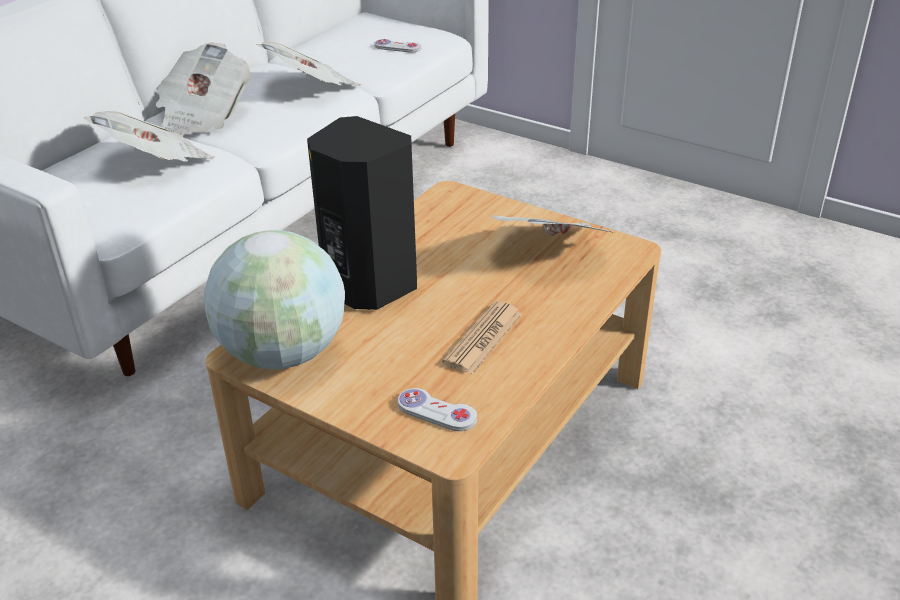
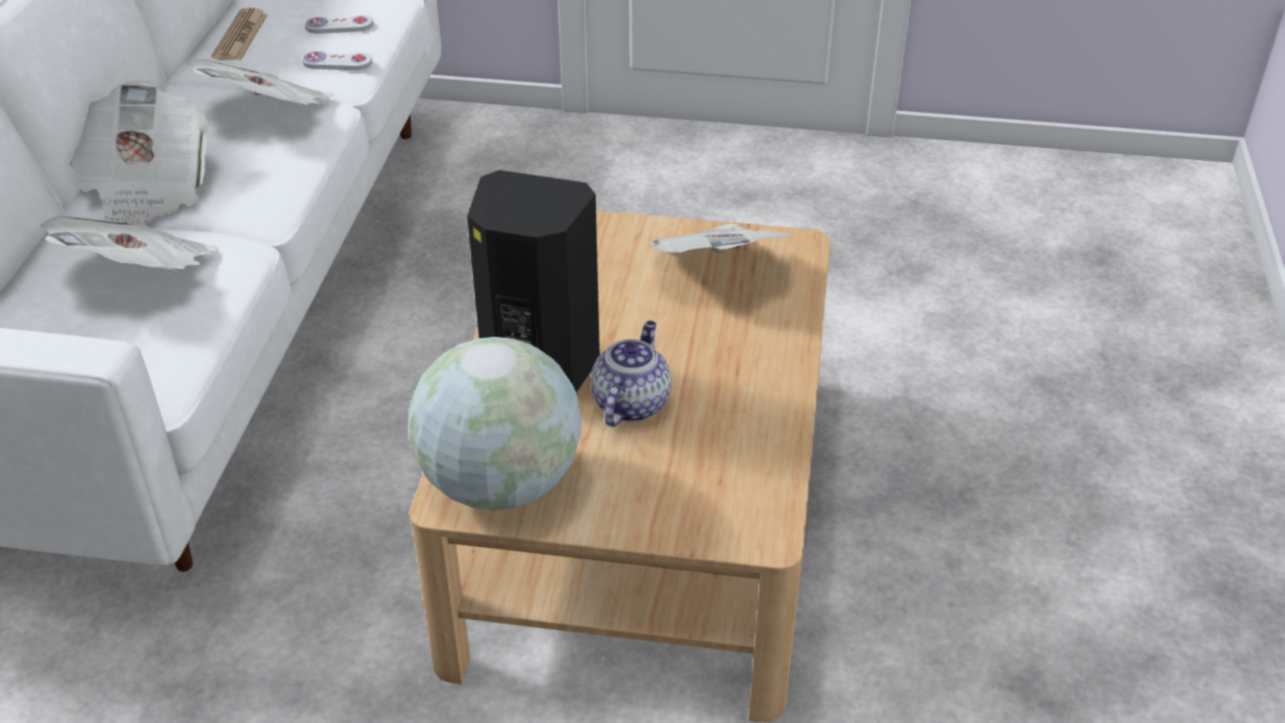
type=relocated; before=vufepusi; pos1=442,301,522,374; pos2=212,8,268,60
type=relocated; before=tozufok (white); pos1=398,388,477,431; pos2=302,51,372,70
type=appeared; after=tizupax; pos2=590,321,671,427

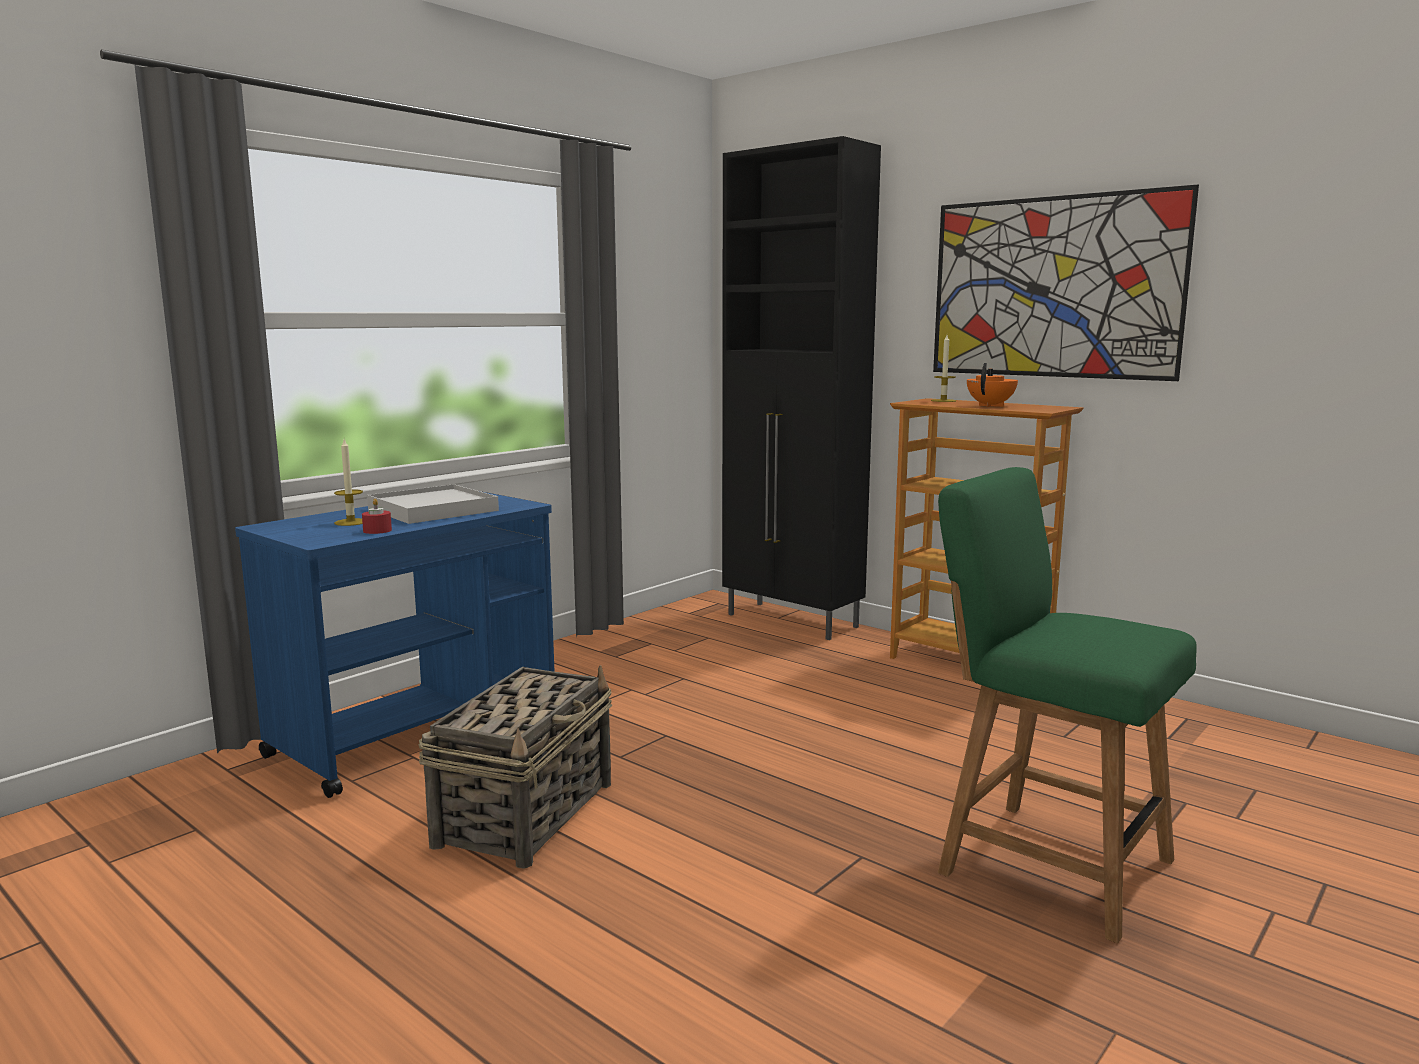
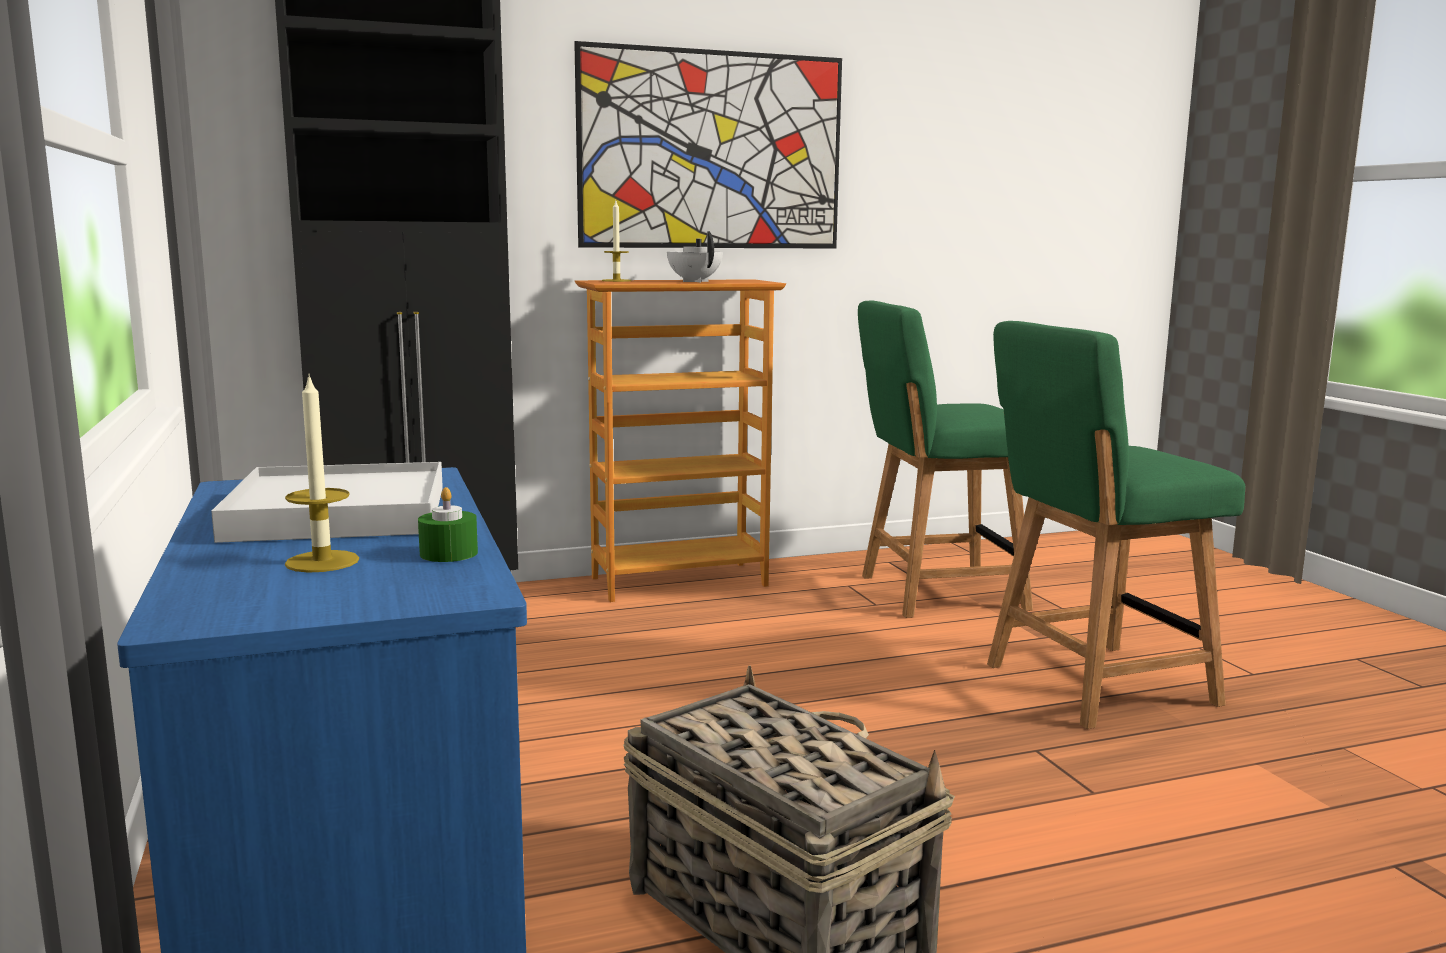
type=colour; before=tizupax (orange); after=tizupax (white); pos1=967,363,1018,407; pos2=667,231,723,282
type=colour; before=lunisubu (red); after=lunisubu (green); pos1=362,498,392,534; pos2=418,487,478,562
type=appeared; after=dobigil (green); pos2=858,301,1033,618

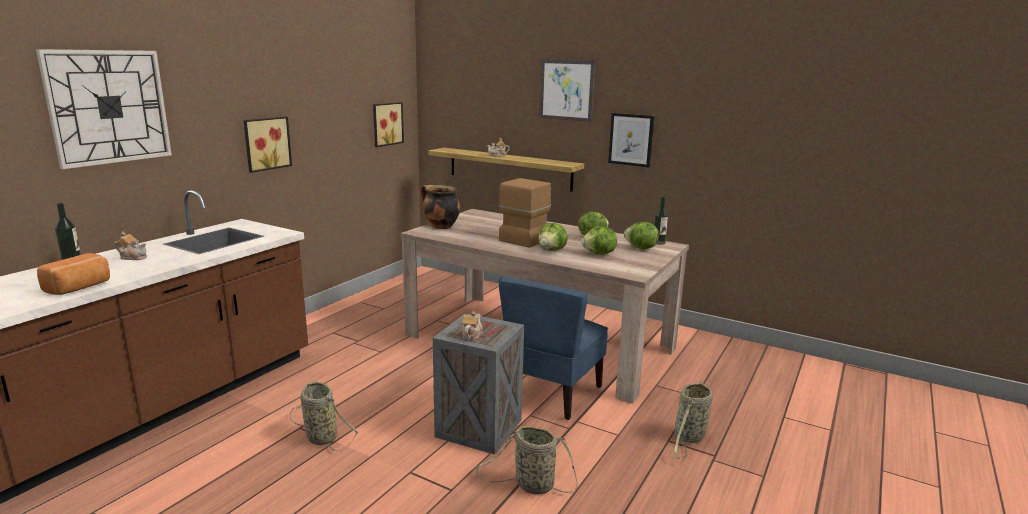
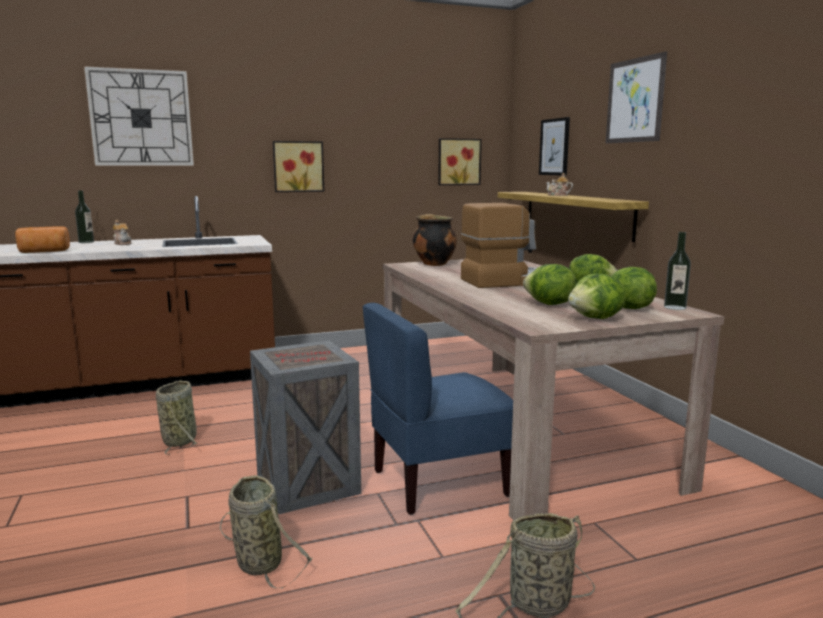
type=relocated; before=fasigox; pos1=608,113,654,167; pos2=539,117,570,176
type=relocated; before=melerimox; pos1=538,223,568,251; pos2=568,274,626,319
type=missing; before=tizupax; pos1=462,311,483,340

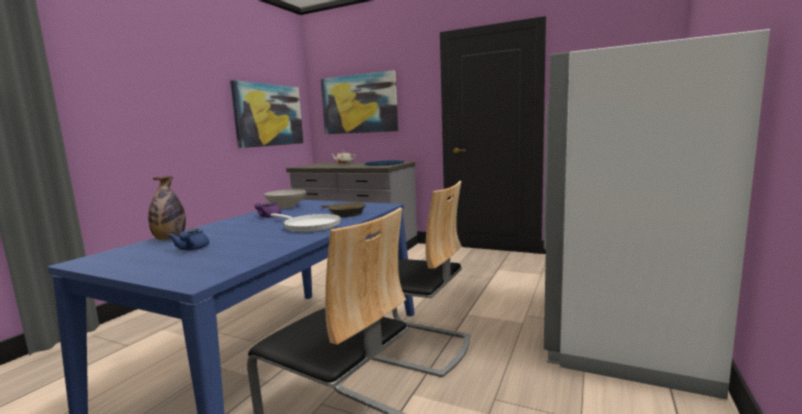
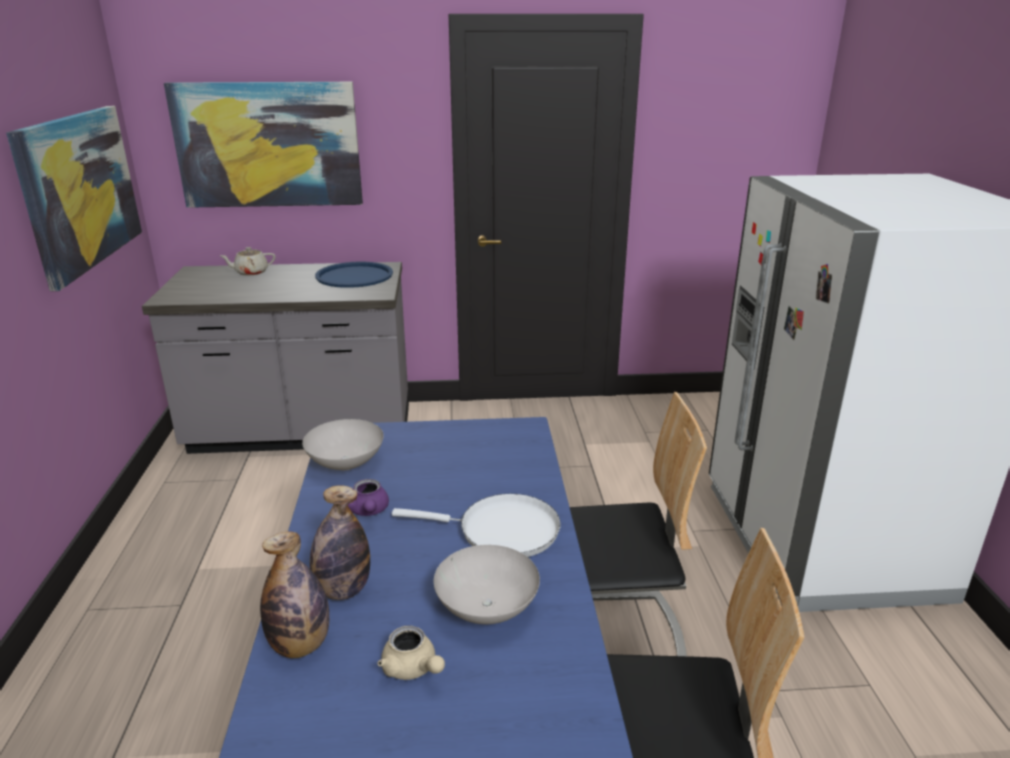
type=missing; before=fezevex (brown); pos1=322,203,366,217
type=colour; before=tizupax (blue); after=tizupax (beige); pos1=168,229,209,250; pos2=378,626,445,680
type=appeared; after=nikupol; pos2=310,486,370,600
type=appeared; after=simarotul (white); pos2=434,545,540,624

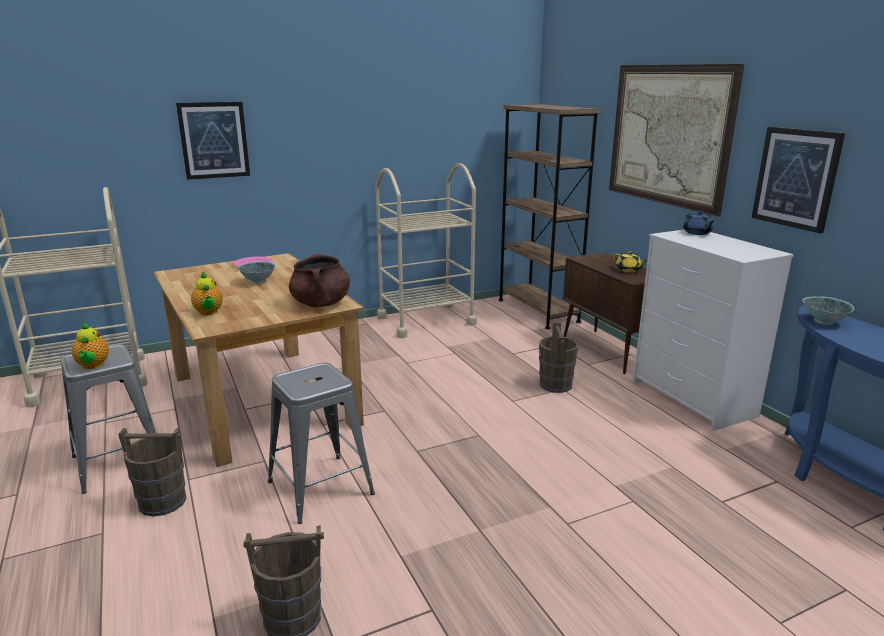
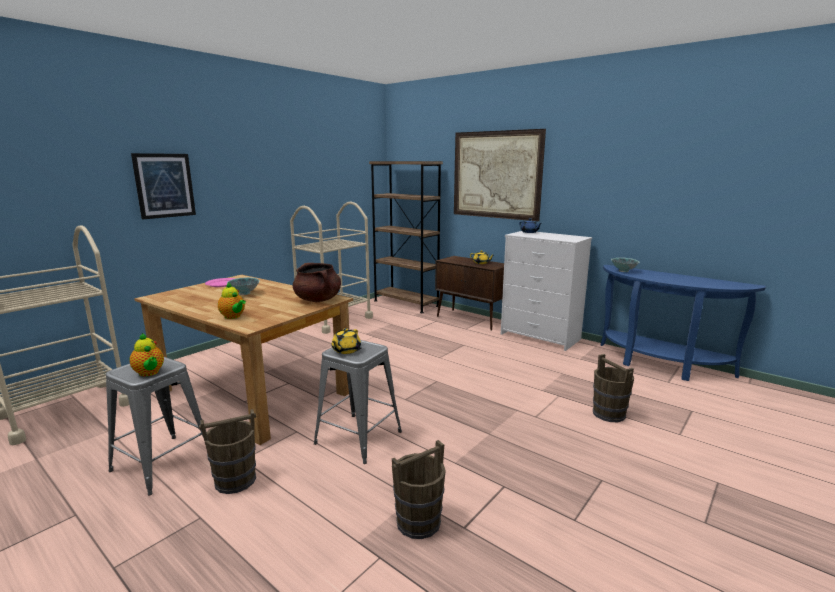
type=missing; before=fasigox; pos1=752,127,845,233
type=relocated; before=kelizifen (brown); pos1=539,322,578,393; pos2=593,354,634,422
type=appeared; after=tizupax (yellow); pos2=331,328,361,354

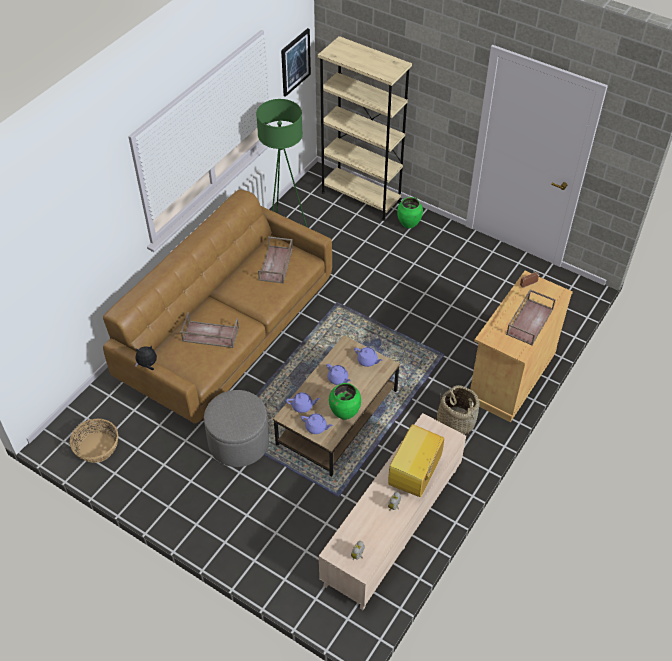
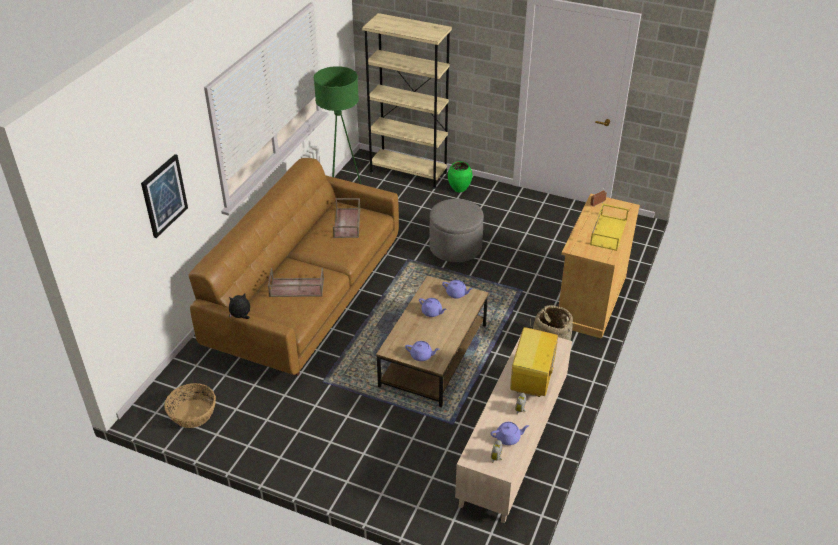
type=relocated; before=fasigox; pos1=281,28,311,97; pos2=141,154,188,238
type=colour; before=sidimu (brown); after=sidimu (yellow); pos1=506,289,556,345; pos2=590,204,629,251
type=missing; before=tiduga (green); pos1=329,383,361,420
type=relocated; before=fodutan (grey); pos1=204,390,269,467; pos2=429,199,484,262
type=relocated; before=tizupax (purple); pos1=286,392,320,413; pos2=491,422,529,445

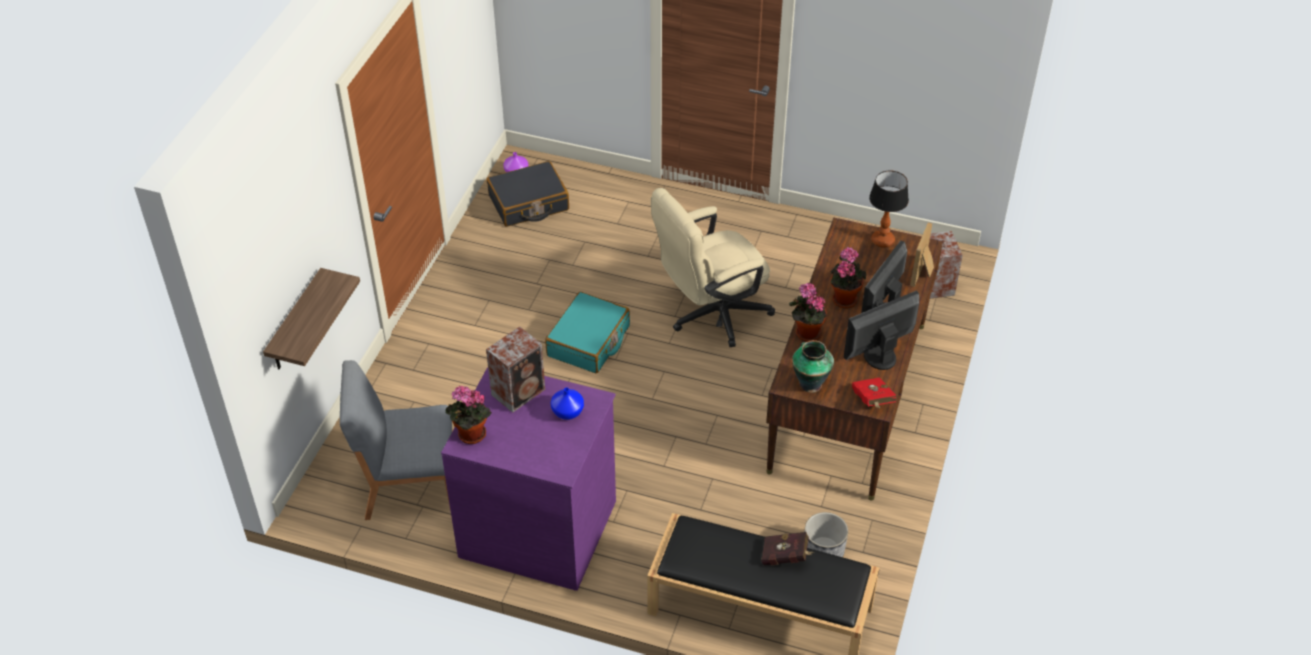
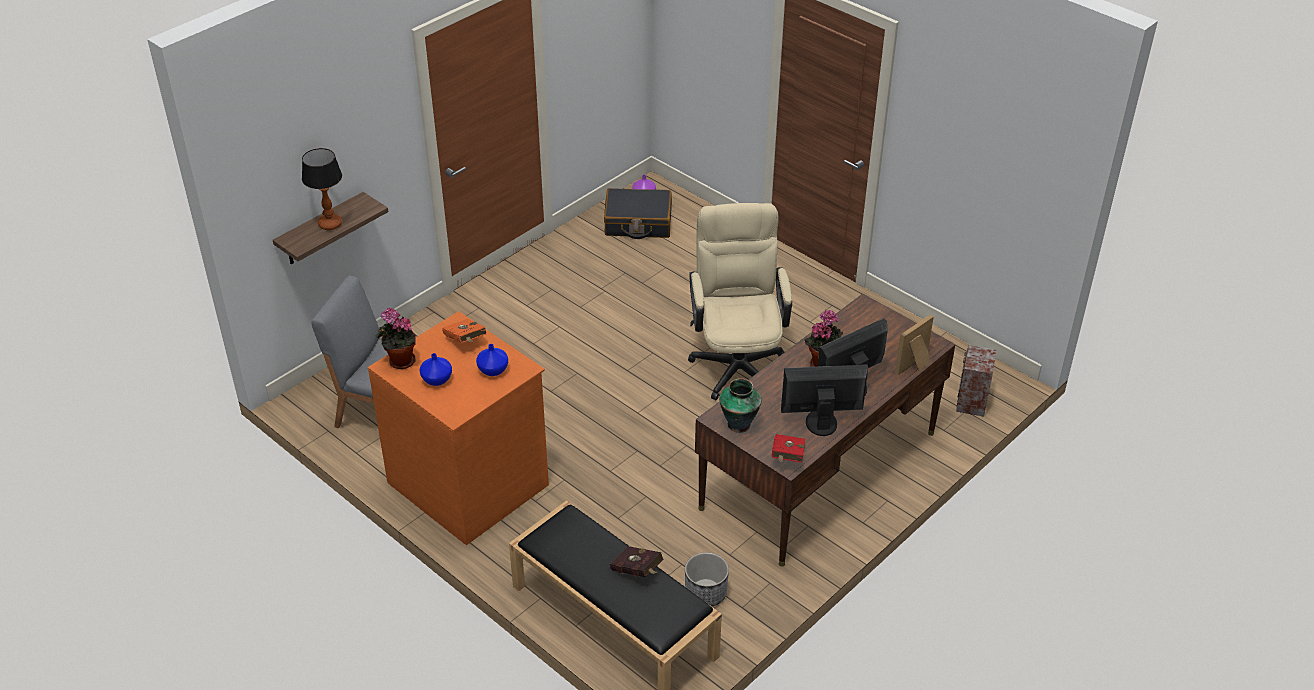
type=relocated; before=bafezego; pos1=869,170,909,248; pos2=302,148,342,230
type=spun; before=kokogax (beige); pos1=651,188,775,347; pos2=688,203,792,400; turn=90
type=missing; before=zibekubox; pos1=789,283,827,342
type=missing; before=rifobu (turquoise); pos1=545,292,630,373
type=exchanged; before=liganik; after=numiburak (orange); pos1=486,326,545,413; pos2=442,319,487,343
type=colour; before=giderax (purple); after=giderax (orange); pos1=441,367,616,591; pos2=368,311,549,545
type=appeared; after=tiduga (blue); pos2=419,353,452,386

